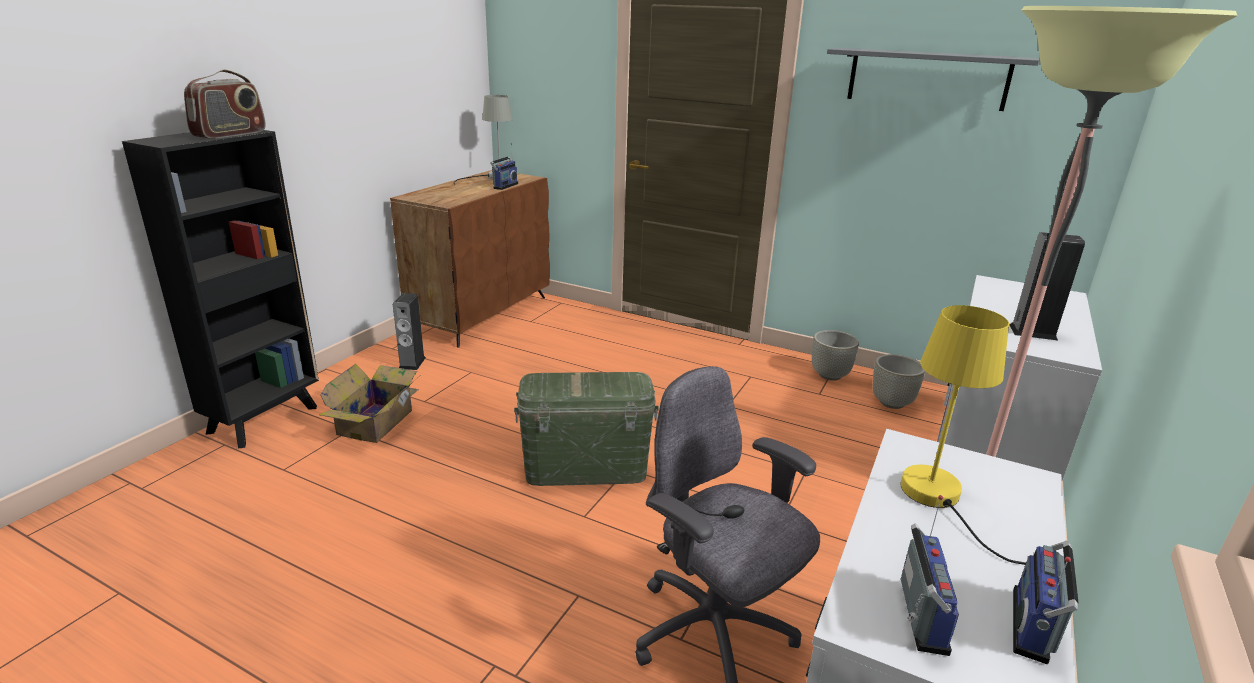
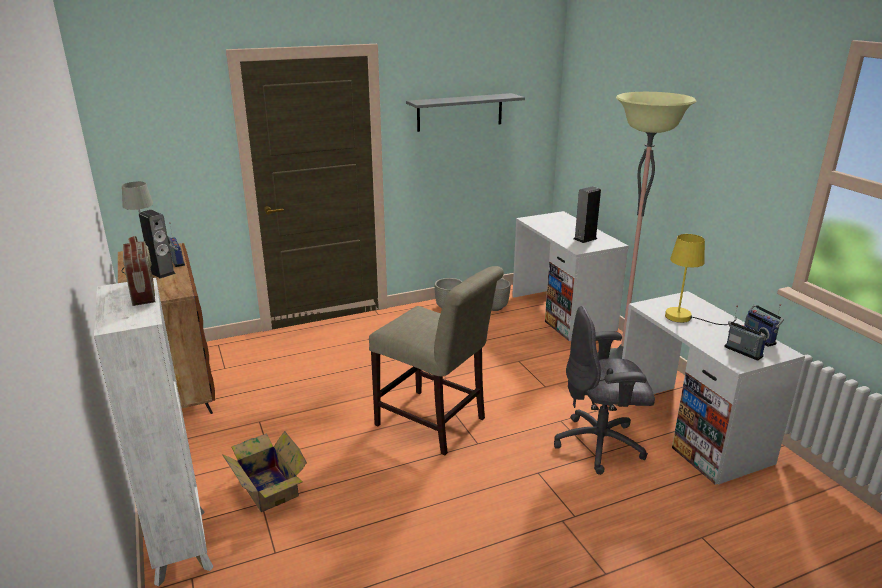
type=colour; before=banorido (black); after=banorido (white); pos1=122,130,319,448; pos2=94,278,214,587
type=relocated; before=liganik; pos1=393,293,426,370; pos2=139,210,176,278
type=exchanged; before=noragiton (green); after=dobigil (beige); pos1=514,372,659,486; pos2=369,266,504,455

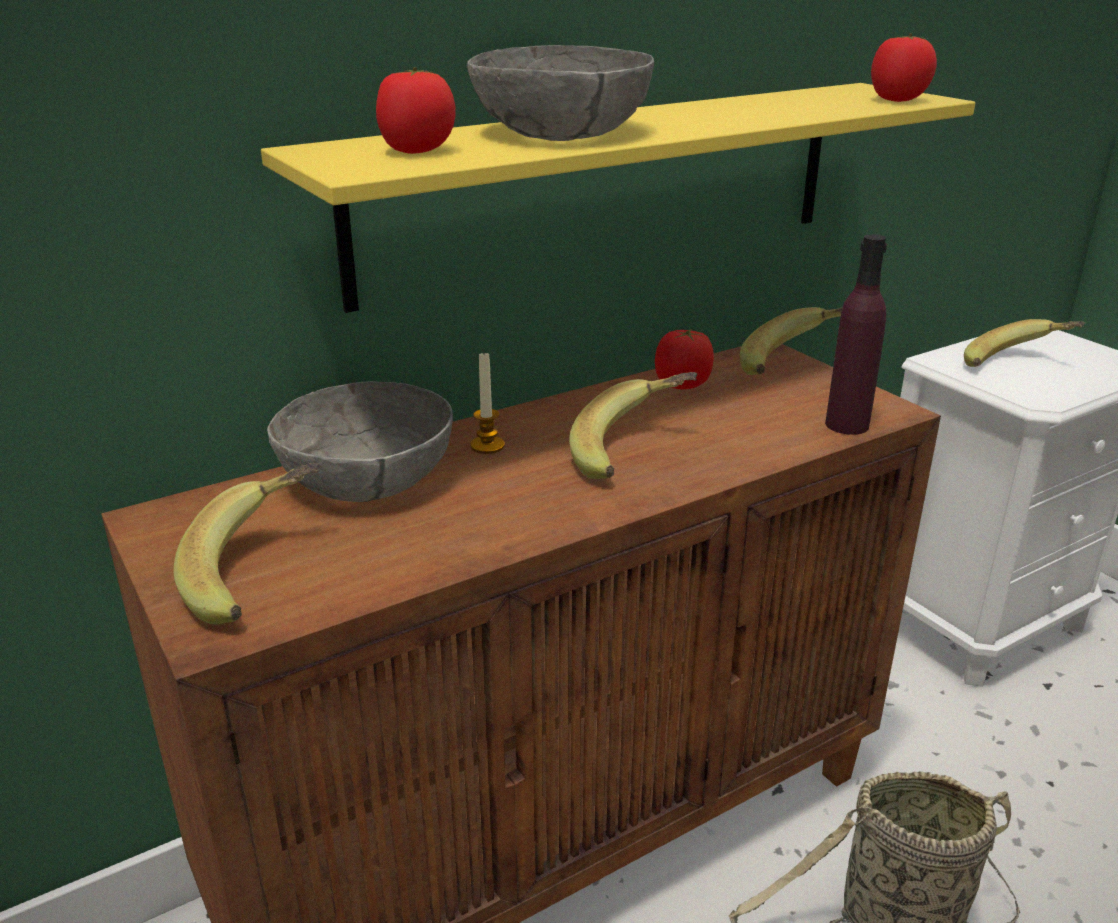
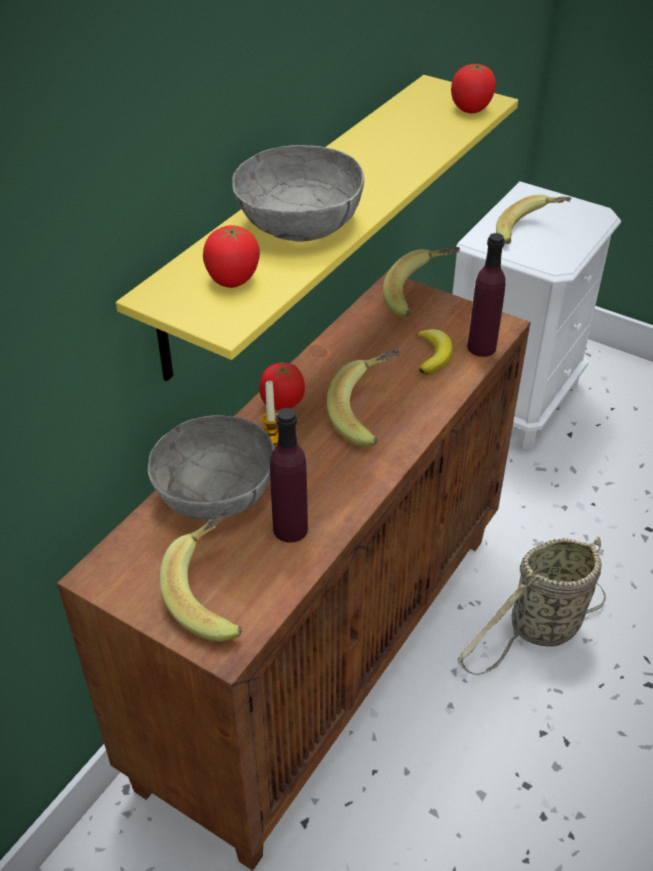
type=relocated; before=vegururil; pos1=655,329,714,389; pos2=259,363,305,410
type=appeared; after=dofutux; pos2=417,329,453,375
type=appeared; after=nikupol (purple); pos2=270,408,308,543

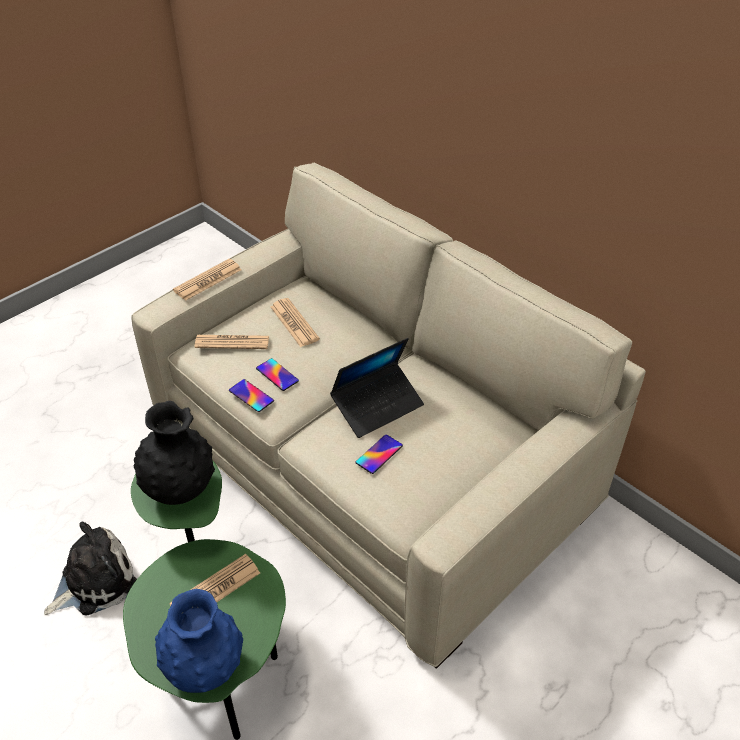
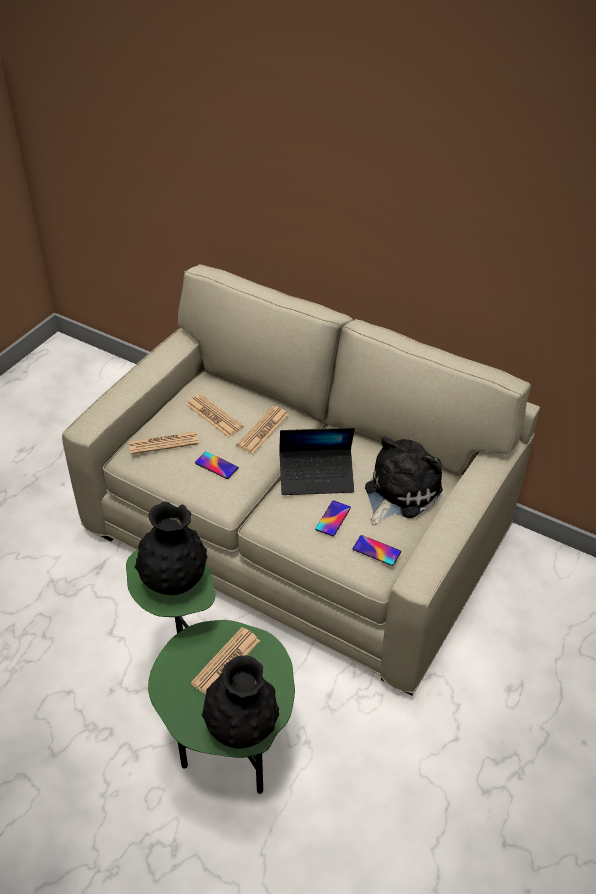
type=relocated; before=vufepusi; pos1=173,259,241,301; pos2=236,406,289,454
type=spun; before=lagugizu; pos1=330,338,424,438; pos2=279,428,355,495; turn=45
type=relocated; before=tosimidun; pos1=229,379,274,412; pos2=353,535,401,566
type=relocated; before=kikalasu; pos1=44,522,137,616; pos2=365,436,443,525
type=colour; before=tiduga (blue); after=tiduga (black); pos1=155,589,243,693; pos2=202,655,279,749

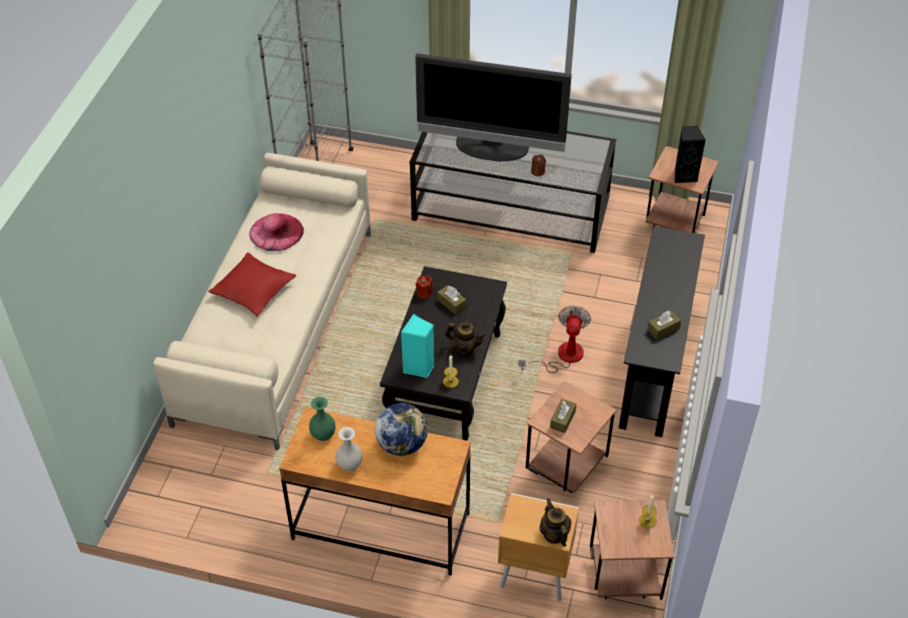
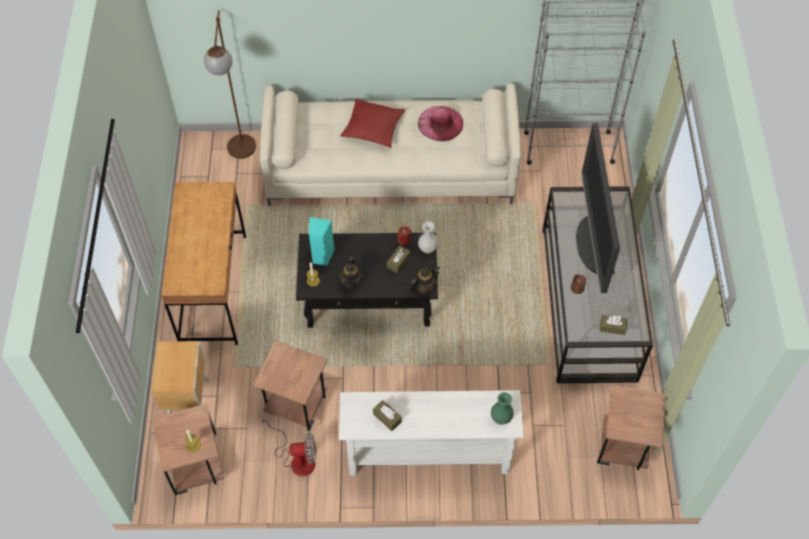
type=missing; before=liganik (black); pos1=675,126,706,183
type=colour; before=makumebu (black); after=makumebu (white); pos1=619,226,705,437; pos2=339,390,524,476
type=relocated; before=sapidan; pos1=518,305,591,373; pos2=262,418,316,476
type=relocated; before=tiduga (green); pos1=309,397,336,441; pos2=491,392,513,425
type=relocated; before=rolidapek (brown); pos1=550,399,576,433; pos2=600,315,627,335
type=missing; before=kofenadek; pos1=375,403,428,456
type=relocated; before=tiduga (white); pos1=336,427,363,472; pos2=418,221,438,253
type=relocated; before=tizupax; pos1=540,498,572,547; pos2=409,267,440,295
type=appeared; after=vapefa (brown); pos2=204,10,256,159

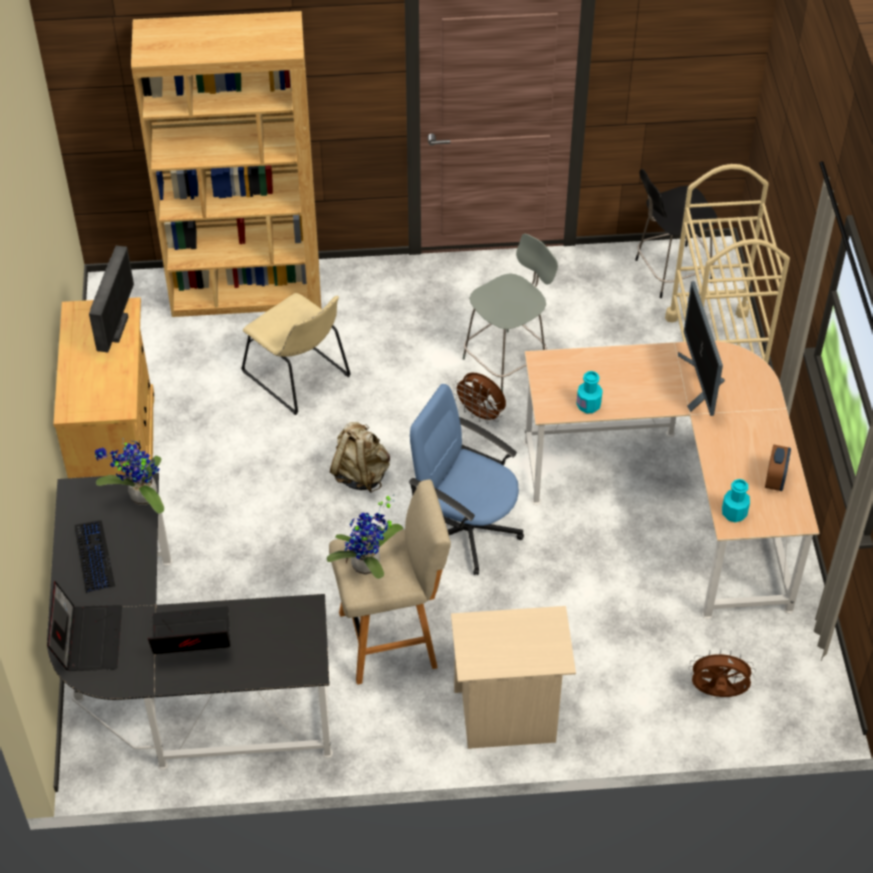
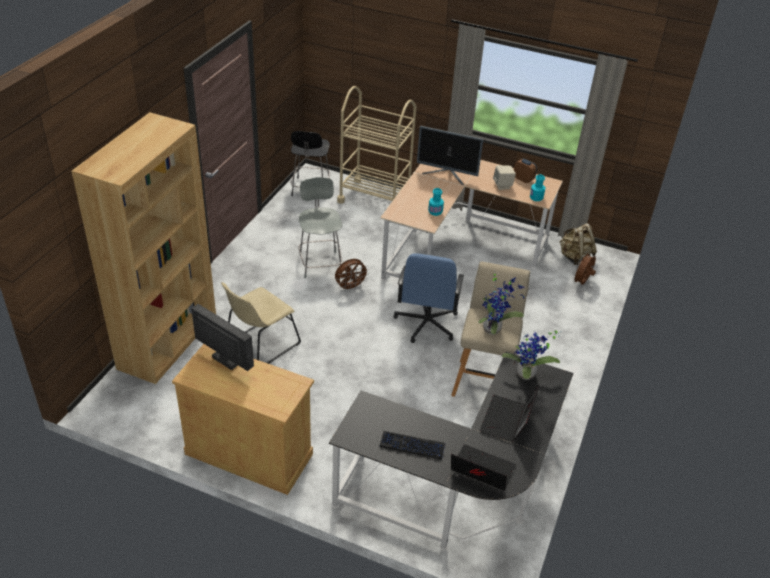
type=spun; before=dobigil (beige); pos1=241,293,351,415; pos2=221,282,301,364; turn=150
type=spun; before=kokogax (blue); pos1=409,384,524,575; pos2=393,253,464,343; turn=-45
type=relocated; before=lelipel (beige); pos1=330,422,390,493; pos2=559,223,597,265
type=relocated; before=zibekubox; pos1=95,438,164,514; pos2=502,331,562,380
type=missing; before=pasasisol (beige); pos1=451,606,576,749
type=appeared; after=liganik (beige); pos2=493,165,516,190

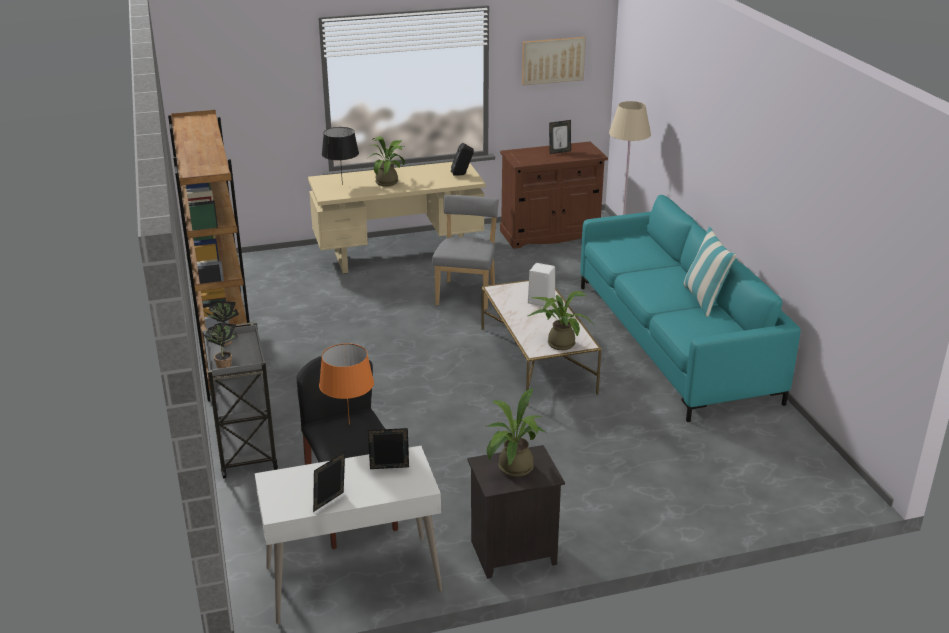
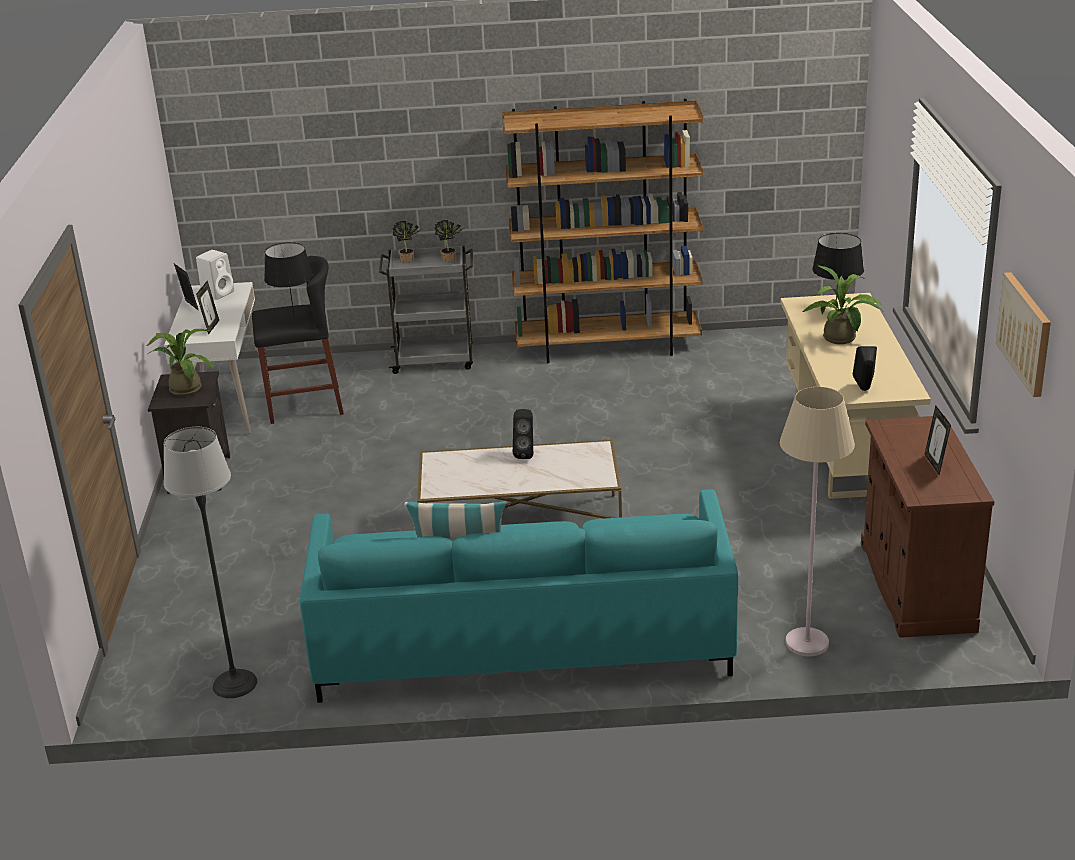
type=missing; before=dobigil (grey); pos1=432,195,499,310
type=relocated; before=liganik (white); pos1=528,263,555,306; pos2=196,250,234,300
type=missing; before=zibekubox; pos1=528,291,595,350
type=colour; before=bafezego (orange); after=bafezego (black); pos1=319,343,374,425; pos2=264,242,313,315
type=appeared; after=liganik (black); pos2=513,409,533,459
type=appeared; after=vapefa; pos2=164,427,257,698

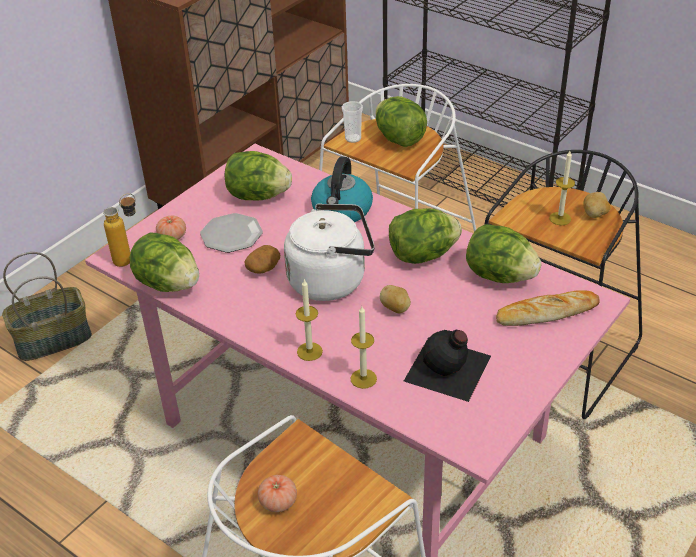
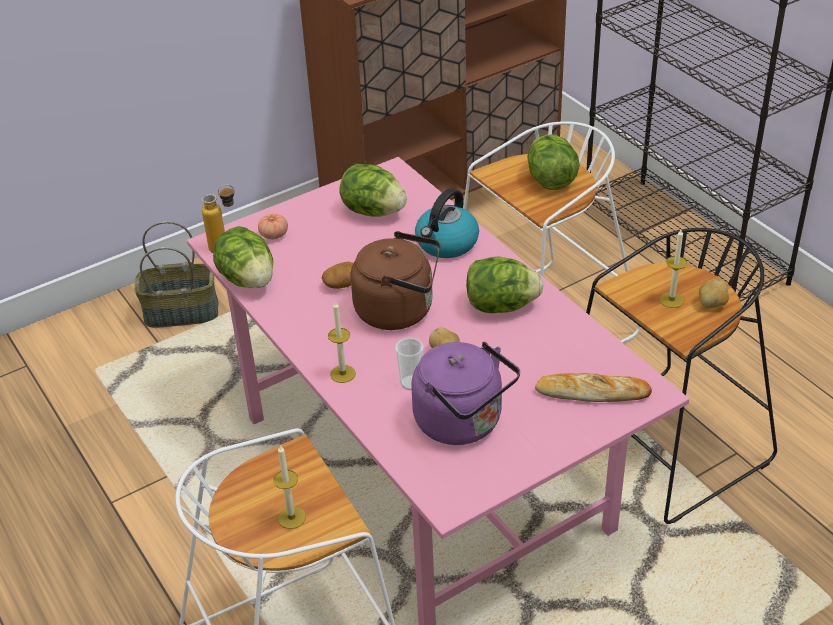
type=relocated; before=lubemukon; pos1=342,101,363,143; pos2=395,337,424,390
type=colour; before=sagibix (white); after=sagibix (brown); pos1=284,203,375,301; pos2=351,231,440,330
type=missing; before=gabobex; pos1=200,213,263,253
type=missing; before=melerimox; pos1=466,224,542,283
type=relocated; before=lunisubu; pos1=351,306,377,389; pos2=273,445,306,529
type=exchanged; before=nikupol (black); after=sagibix (purple); pos1=404,330,491,402; pos2=411,342,520,445
type=missing; before=vegururil; pos1=258,475,297,512

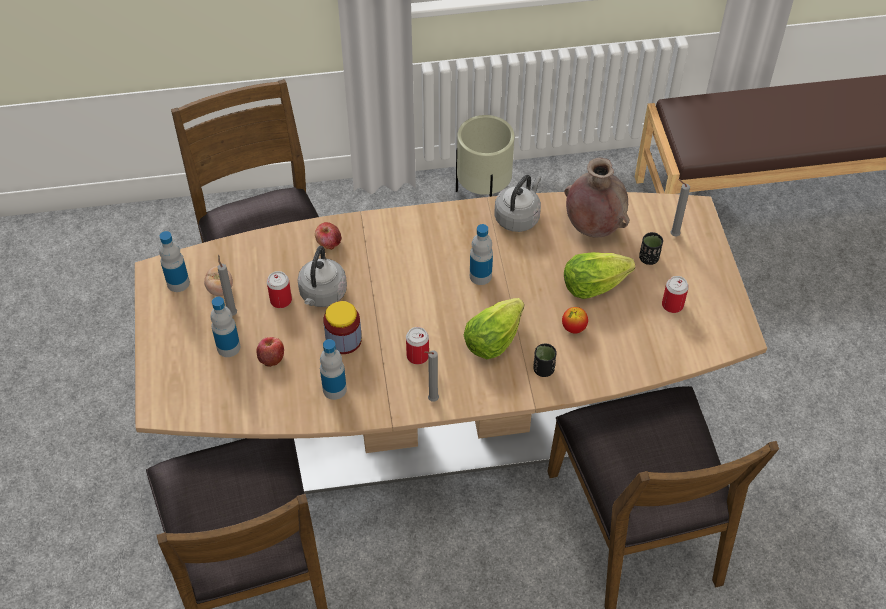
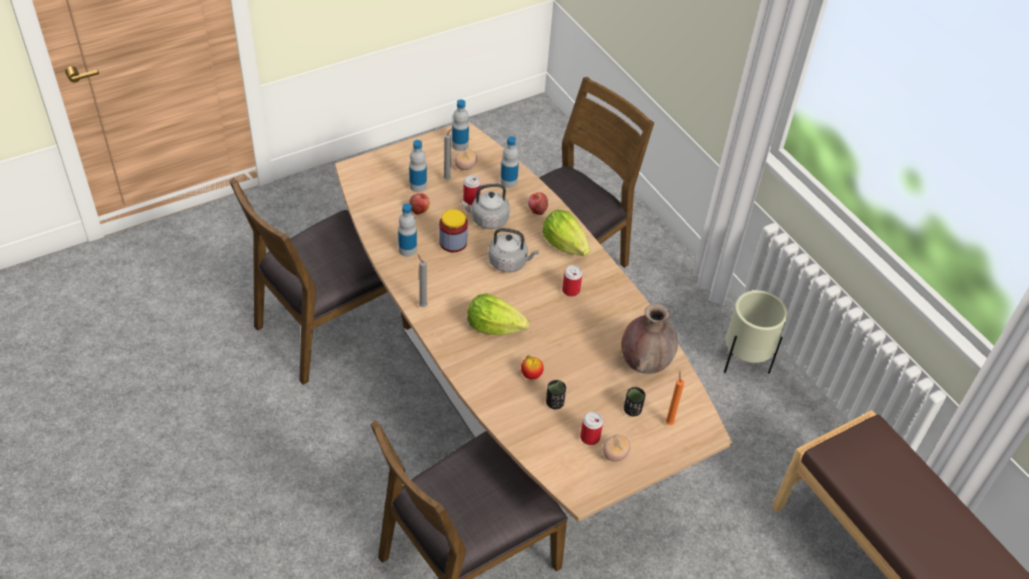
type=relocated; before=sagibix (grey); pos1=494,175,541,232; pos2=488,228,539,272
type=colour; before=lunisubu (grey); after=lunisubu (orange); pos1=671,179,690,236; pos2=665,372,684,425
type=relocated; before=nikupol; pos1=470,224,493,285; pos2=500,136,519,188
type=relocated; before=melerimox; pos1=564,252,635,299; pos2=542,210,590,256
type=relocated; before=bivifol; pos1=406,327,429,365; pos2=562,265,582,297
type=relocated; before=lubemukon (black); pos1=533,343,557,377; pos2=546,380,566,409
type=appeared; after=vegururil; pos2=602,435,630,461

